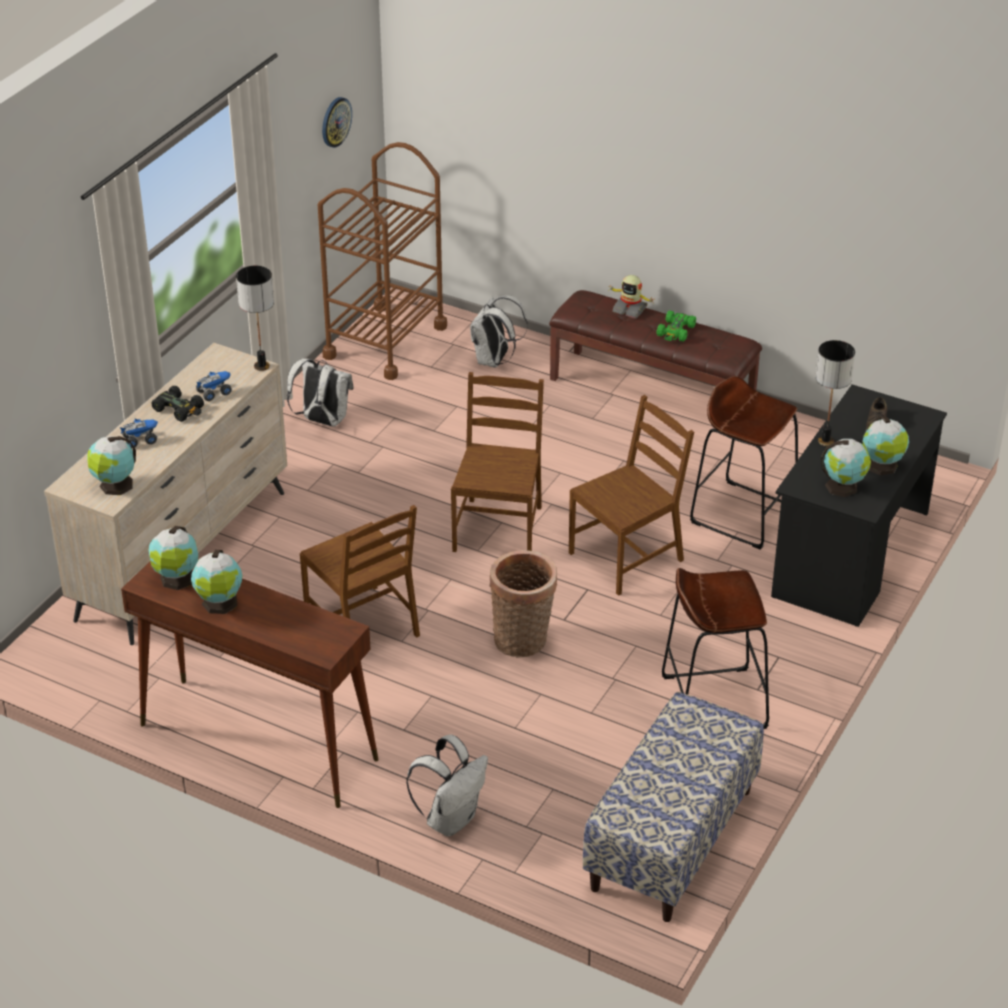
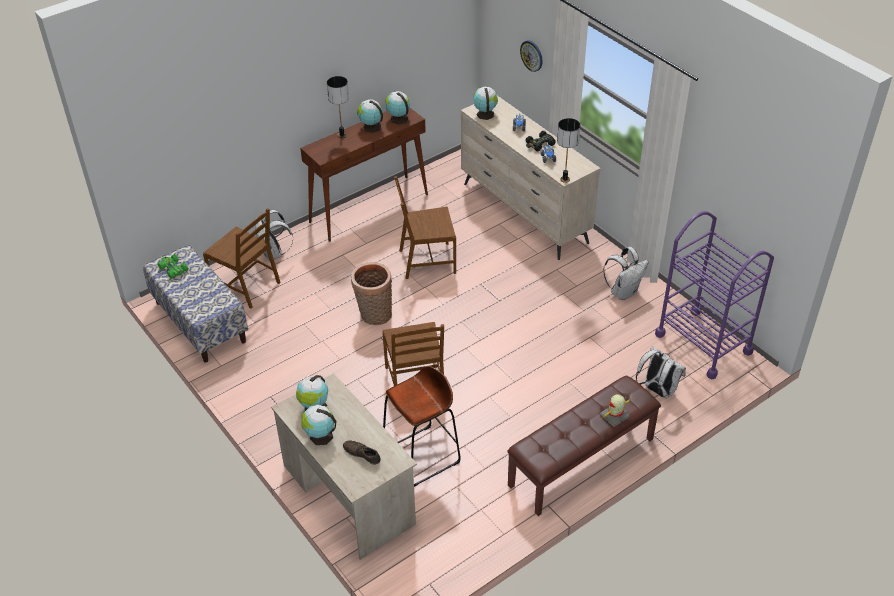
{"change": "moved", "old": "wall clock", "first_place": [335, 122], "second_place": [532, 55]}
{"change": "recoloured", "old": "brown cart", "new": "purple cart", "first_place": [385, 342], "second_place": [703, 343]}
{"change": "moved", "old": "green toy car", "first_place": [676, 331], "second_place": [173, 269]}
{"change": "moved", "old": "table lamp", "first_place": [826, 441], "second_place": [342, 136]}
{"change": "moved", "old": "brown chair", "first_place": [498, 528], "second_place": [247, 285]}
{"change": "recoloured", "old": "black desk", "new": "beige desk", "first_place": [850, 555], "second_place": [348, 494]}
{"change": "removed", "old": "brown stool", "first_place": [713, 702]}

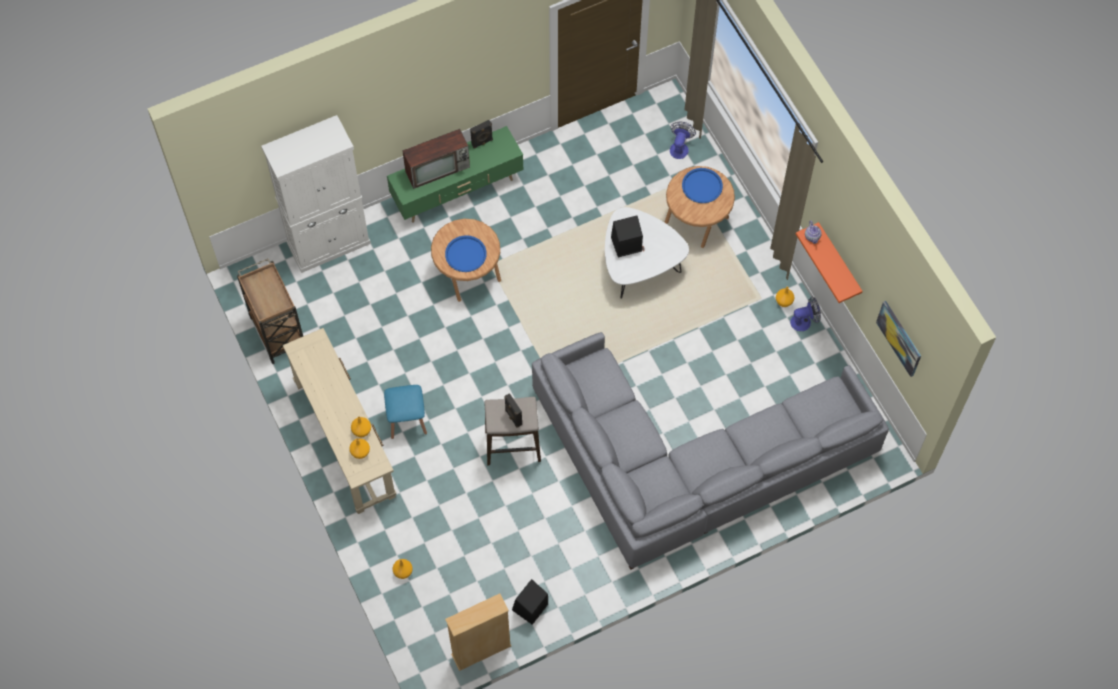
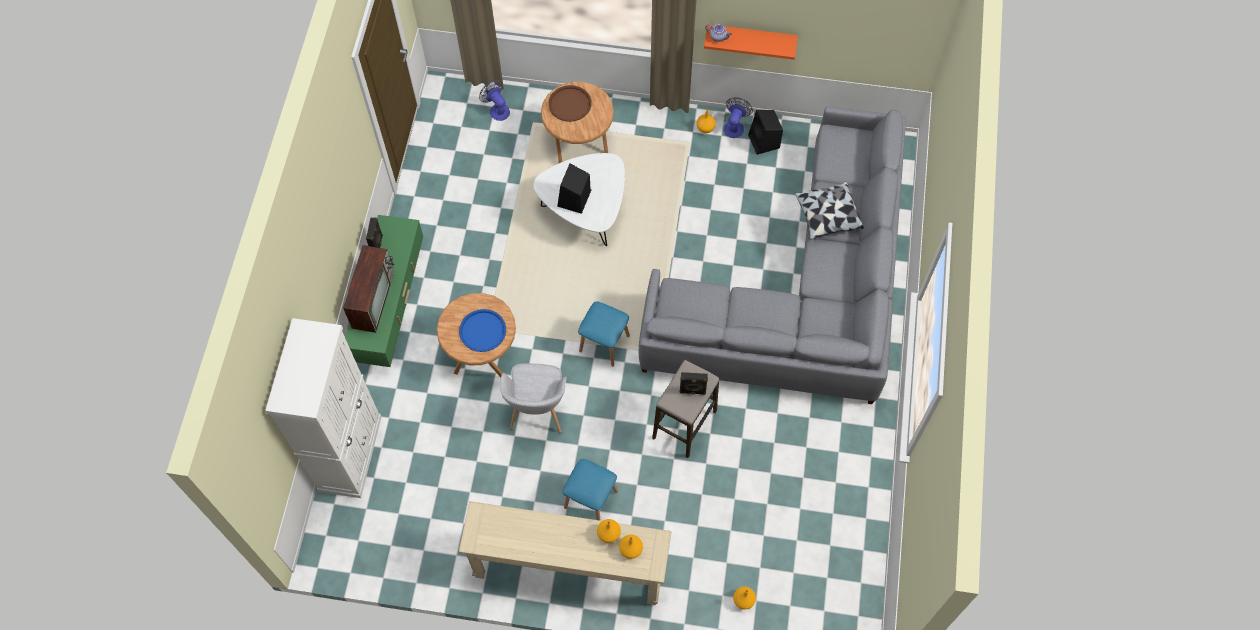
{"change": "recoloured", "old": "blue tray", "new": "brown tray", "first_place": [702, 186], "second_place": [570, 104]}
{"change": "removed", "old": "brown cart", "first_place": [277, 331]}
{"change": "removed", "old": "picture", "first_place": [899, 338]}
{"change": "moved", "old": "black speaker", "first_place": [529, 608], "second_place": [764, 142]}
{"change": "removed", "old": "beige bookcase", "first_place": [481, 650]}
{"change": "added", "new": "pillow", "second_place": [827, 216]}
{"change": "added", "new": "blue stool", "second_place": [604, 343]}
{"change": "added", "new": "grey armchair", "second_place": [537, 412]}

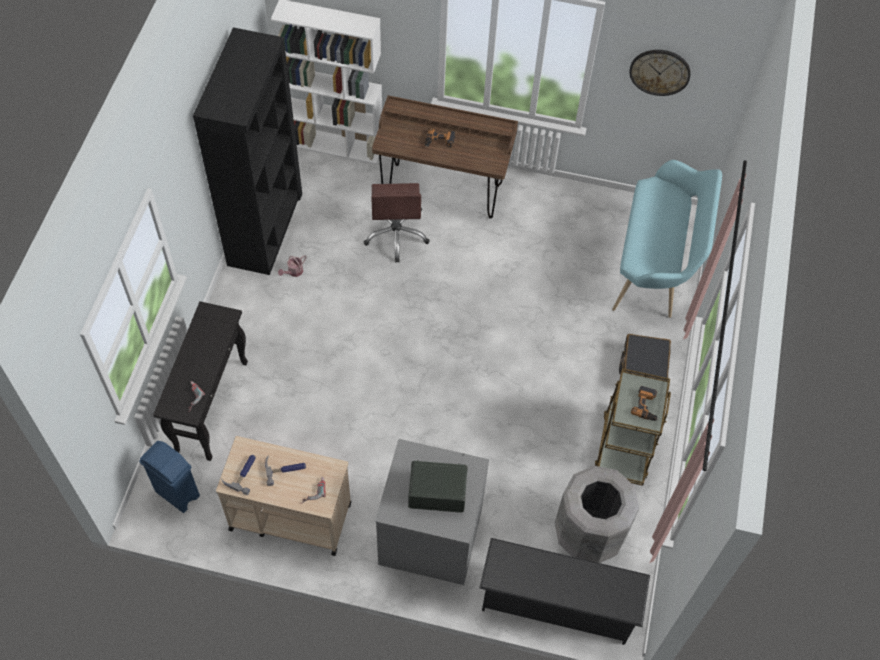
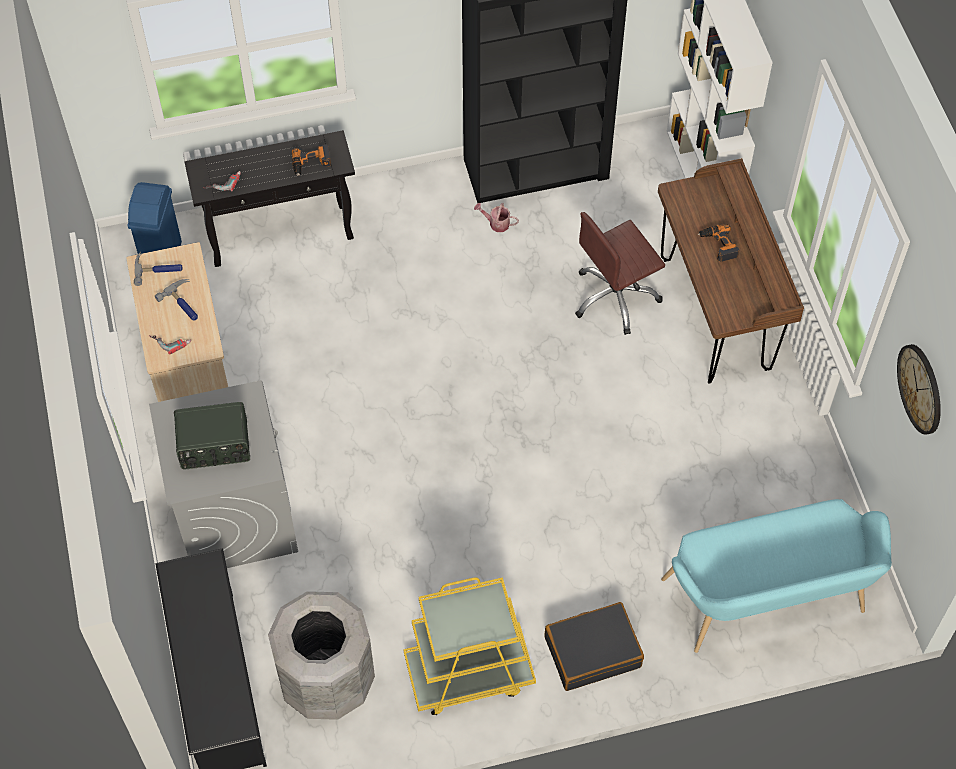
{"change": "recoloured", "old": "brown cart", "new": "yellow cart", "first_place": [624, 446], "second_place": [468, 673]}
{"change": "moved", "old": "power drill", "first_place": [646, 406], "second_place": [311, 163]}
{"change": "turned", "old": "radio", "first_place": [437, 491], "second_place": [214, 446], "degrees": 105}

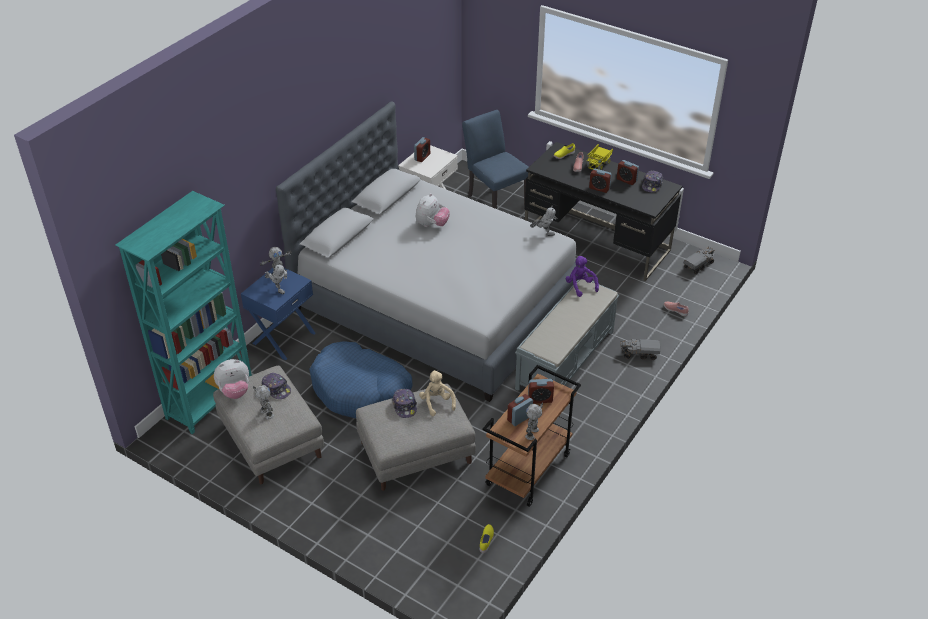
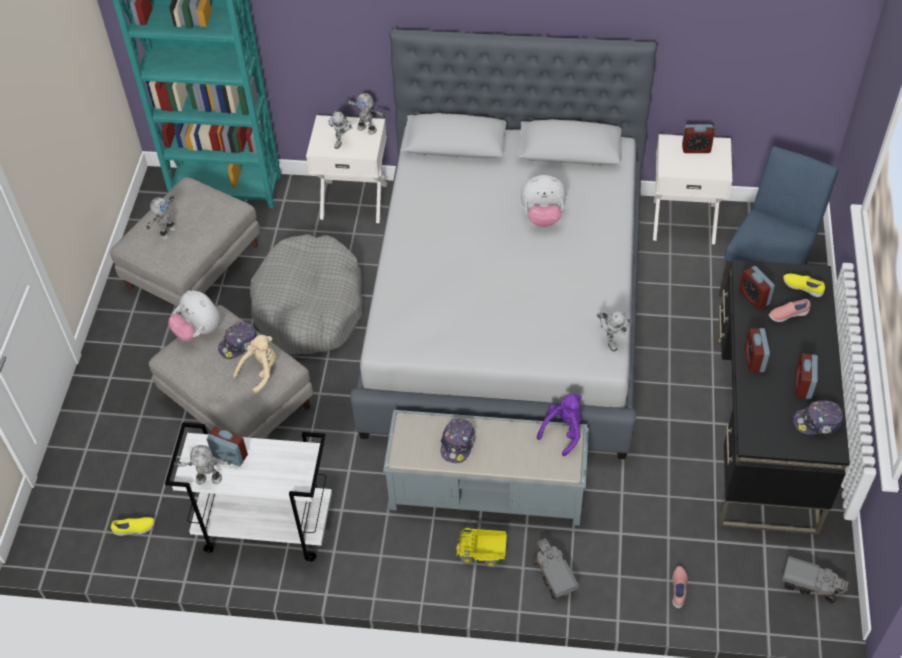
{"change": "moved", "old": "toy truck", "first_place": [598, 164], "second_place": [483, 553]}
{"change": "recoloured", "old": "blue nightstand", "new": "white nightstand", "first_place": [283, 338], "second_place": [354, 200]}
{"change": "recoloured", "old": "blue dog bed", "new": "grey dog bed", "first_place": [361, 390], "second_place": [310, 307]}
{"change": "moved", "old": "plush toy", "first_place": [235, 391], "second_place": [198, 331]}
{"change": "recoloured", "old": "brown cart", "new": "white cart", "first_place": [528, 471], "second_place": [264, 528]}
{"change": "moved", "old": "cap", "first_place": [276, 389], "second_place": [458, 444]}
{"change": "moved", "old": "alarm clock", "first_place": [540, 399], "second_place": [754, 297]}

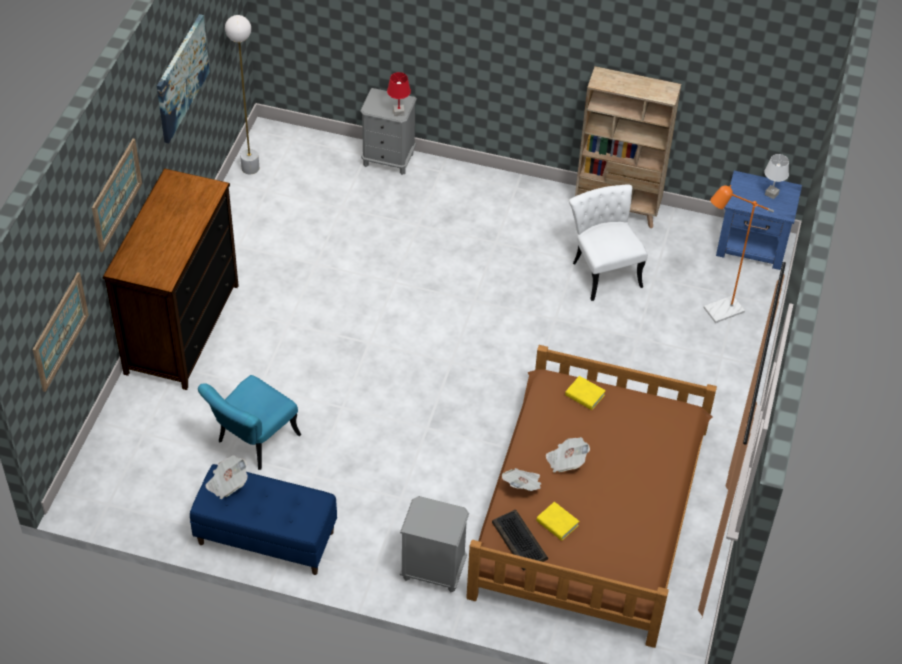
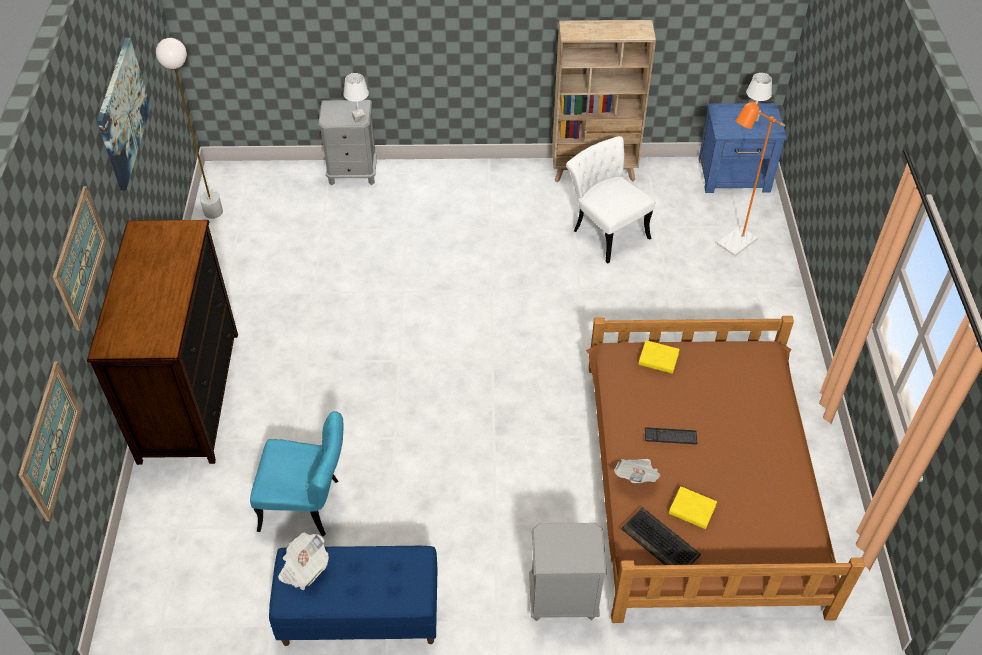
{"change": "recoloured", "old": "red table lamp", "new": "white table lamp", "first_place": [399, 112], "second_place": [359, 118]}
{"change": "turned", "old": "turquoise chair", "first_place": [252, 443], "second_place": [308, 505], "degrees": -105}
{"change": "replaced", "old": "newspaper", "new": "keyboard", "first_place": [566, 461], "second_place": [670, 436]}

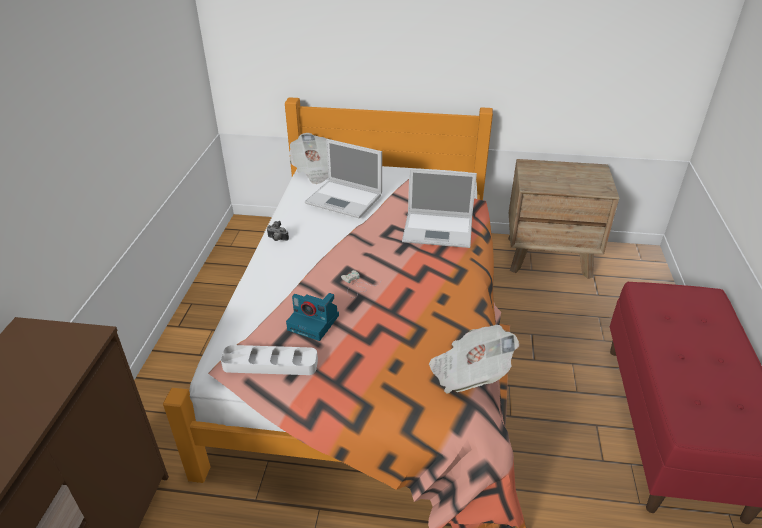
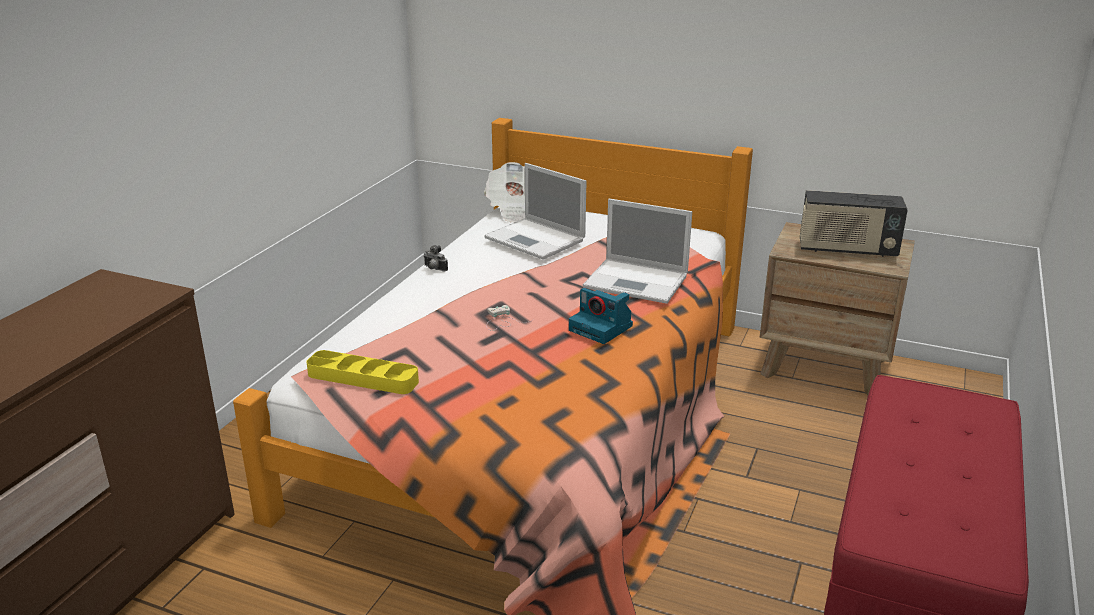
{"change": "moved", "old": "photo camera", "first_place": [314, 322], "second_place": [602, 328]}
{"change": "removed", "old": "newspaper", "first_place": [469, 373]}
{"change": "recoloured", "old": "white tray", "new": "yellow tray", "first_place": [270, 364], "second_place": [363, 378]}
{"change": "added", "new": "radio", "second_place": [846, 250]}

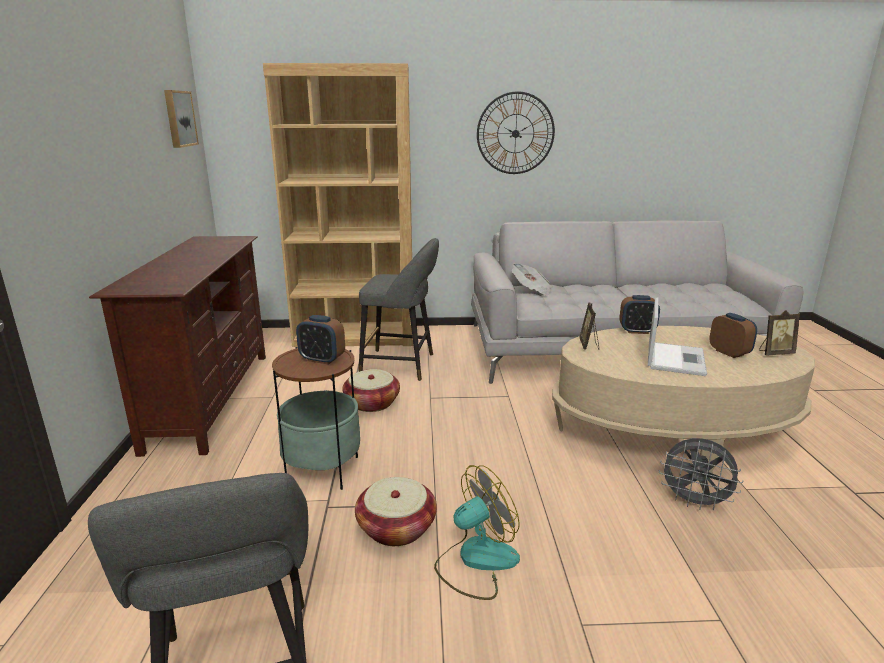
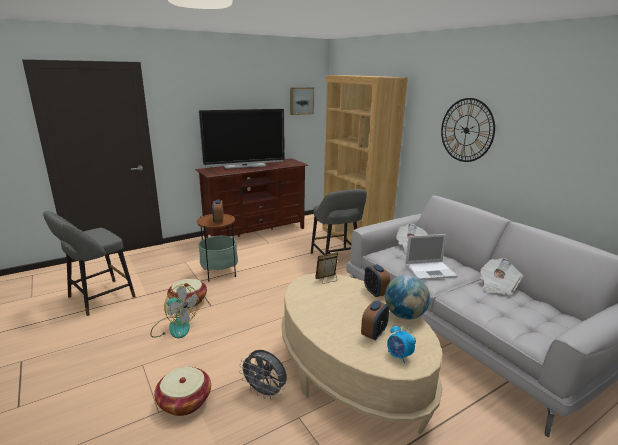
{"change": "moved", "old": "laptop", "first_place": [675, 358], "second_place": [431, 270]}
{"change": "replaced", "old": "picture frame", "new": "alarm clock", "first_place": [774, 353], "second_place": [399, 356]}
{"change": "moved", "old": "basket", "first_place": [372, 403], "second_place": [184, 401]}
{"change": "turned", "old": "grey fan", "first_place": [694, 502], "second_place": [265, 392], "degrees": -60}
{"change": "added", "new": "television", "second_place": [244, 166]}
{"change": "added", "new": "newspaper", "second_place": [497, 286]}
{"change": "added", "new": "globe", "second_place": [404, 315]}

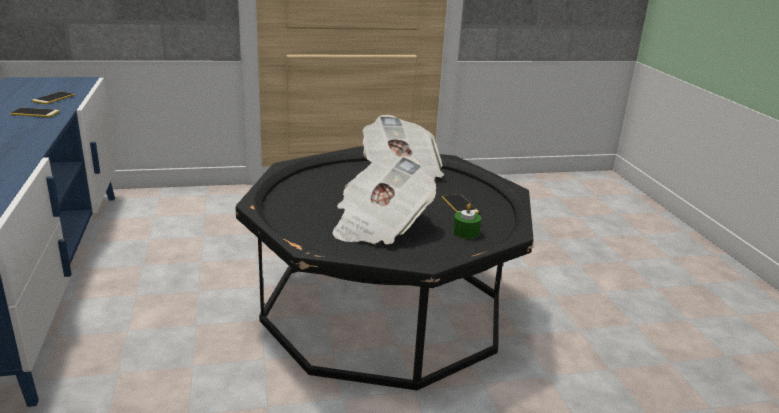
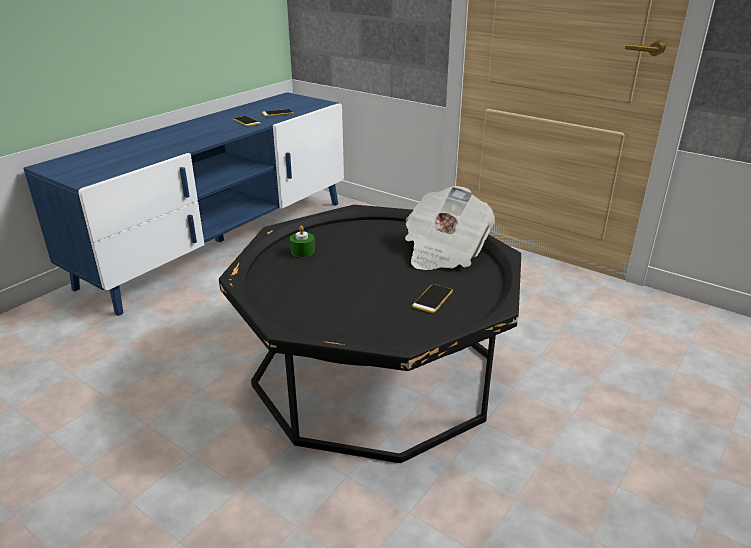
{"change": "removed", "old": "newspaper", "first_place": [379, 226]}
{"change": "moved", "old": "green candle", "first_place": [466, 232], "second_place": [302, 251]}

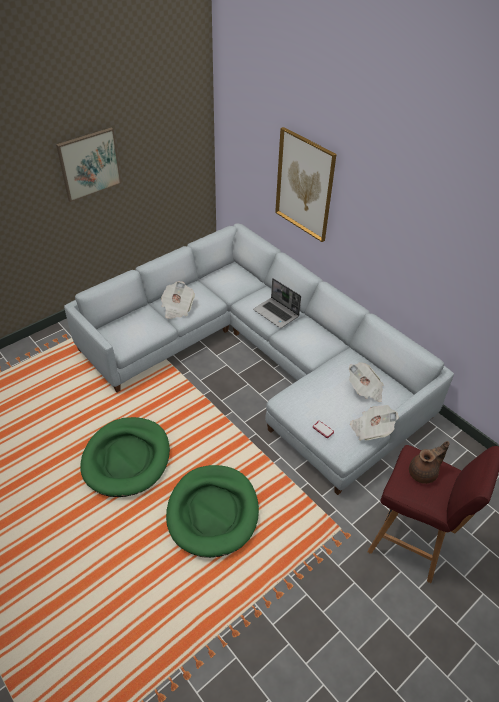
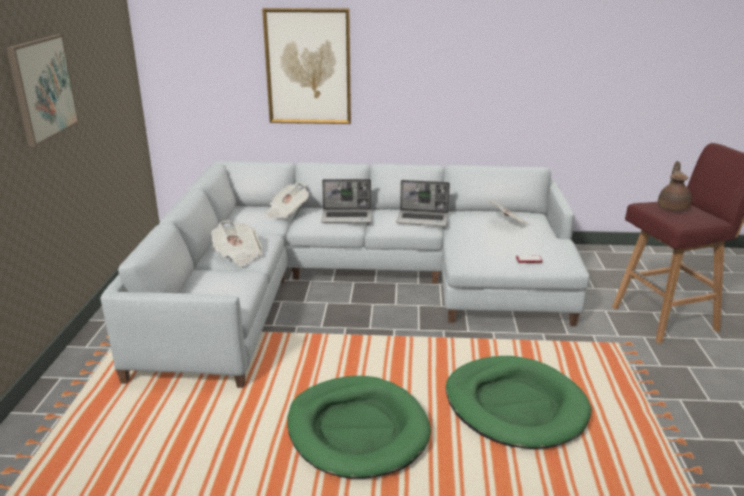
{"change": "moved", "old": "newspaper", "first_place": [371, 429], "second_place": [286, 212]}
{"change": "added", "new": "laptop", "second_place": [423, 219]}

